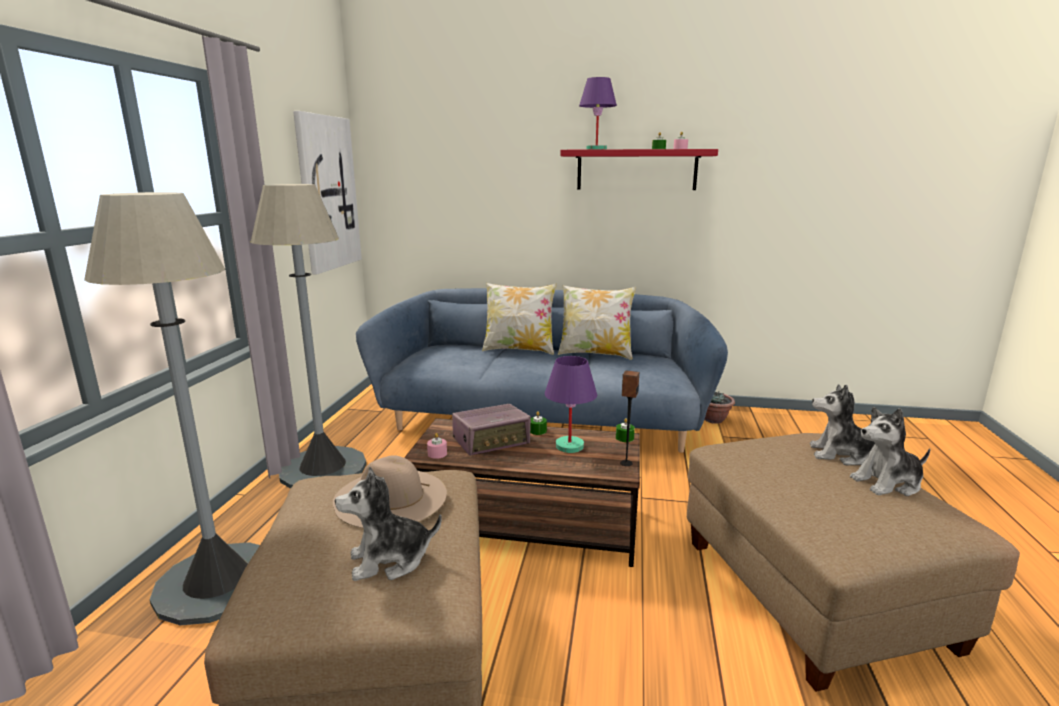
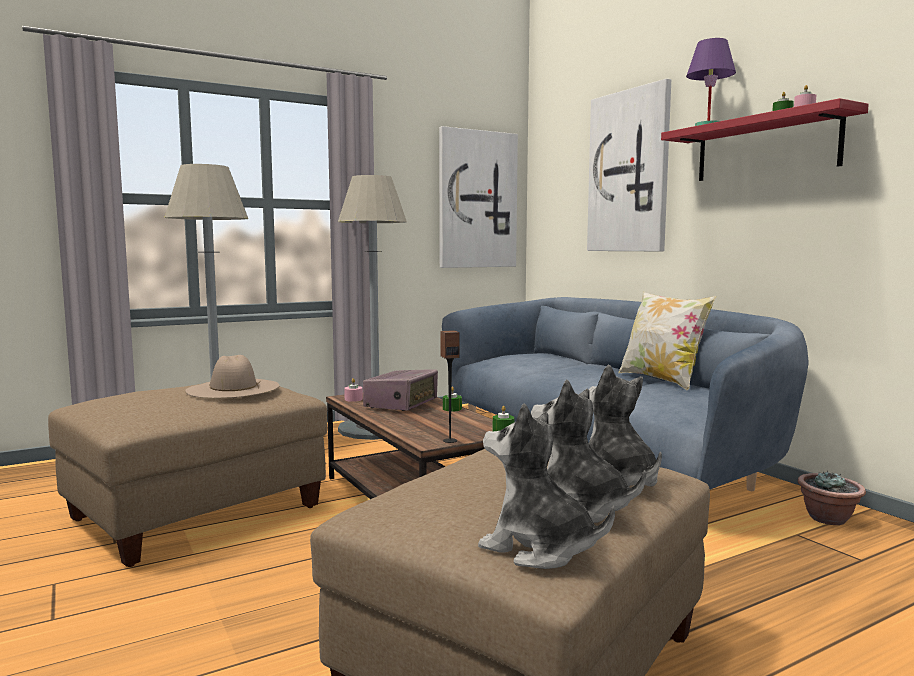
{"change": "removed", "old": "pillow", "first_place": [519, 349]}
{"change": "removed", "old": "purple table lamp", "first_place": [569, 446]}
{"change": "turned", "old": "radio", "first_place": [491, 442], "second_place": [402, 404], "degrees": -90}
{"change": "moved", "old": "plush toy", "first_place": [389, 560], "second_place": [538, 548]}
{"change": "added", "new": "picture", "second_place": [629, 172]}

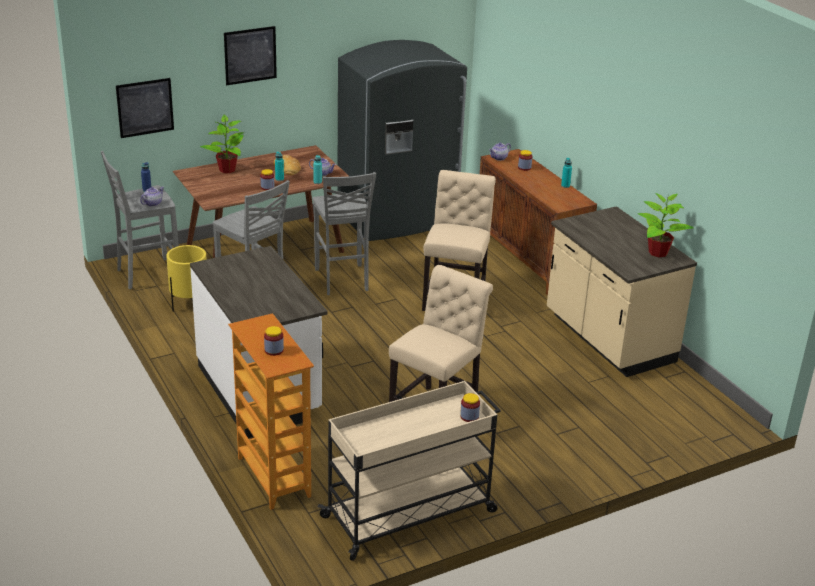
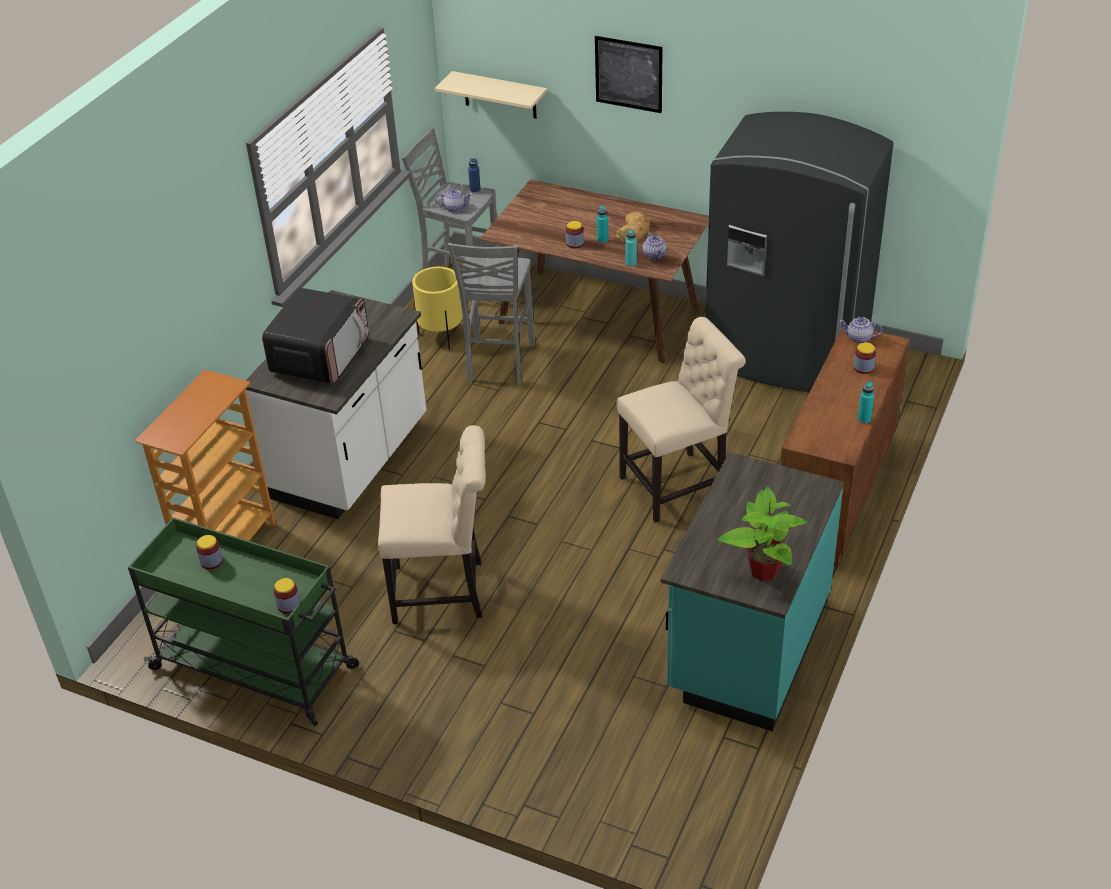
{"change": "replaced", "old": "picture", "new": "beige shelf", "first_place": [145, 107], "second_place": [500, 95]}
{"change": "removed", "old": "potted plant", "first_place": [227, 170]}
{"change": "removed", "old": "grey stool", "first_place": [342, 280]}
{"change": "recoloured", "old": "beige counter", "new": "turquoise counter", "first_place": [608, 339], "second_place": [747, 646]}
{"change": "moved", "old": "jar", "first_place": [274, 350], "second_place": [211, 561]}
{"change": "recoloured", "old": "beige cart", "new": "green cart", "first_place": [411, 514], "second_place": [256, 668]}
{"change": "added", "new": "microwave", "second_place": [321, 356]}

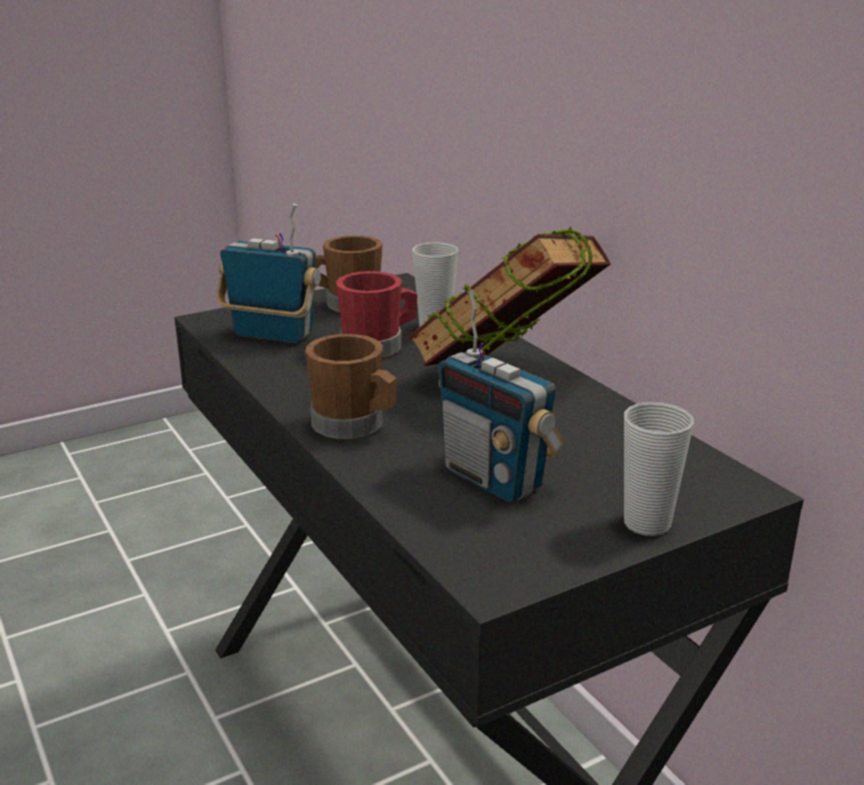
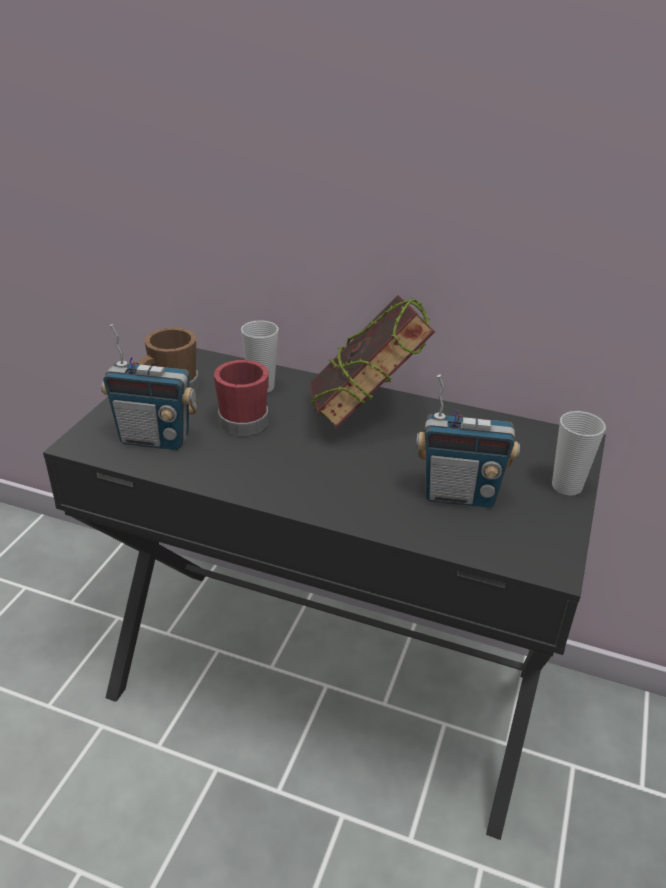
{"change": "turned", "old": "radio", "first_place": [273, 335], "second_place": [155, 439], "degrees": -150}
{"change": "removed", "old": "brown mug", "first_place": [354, 426]}

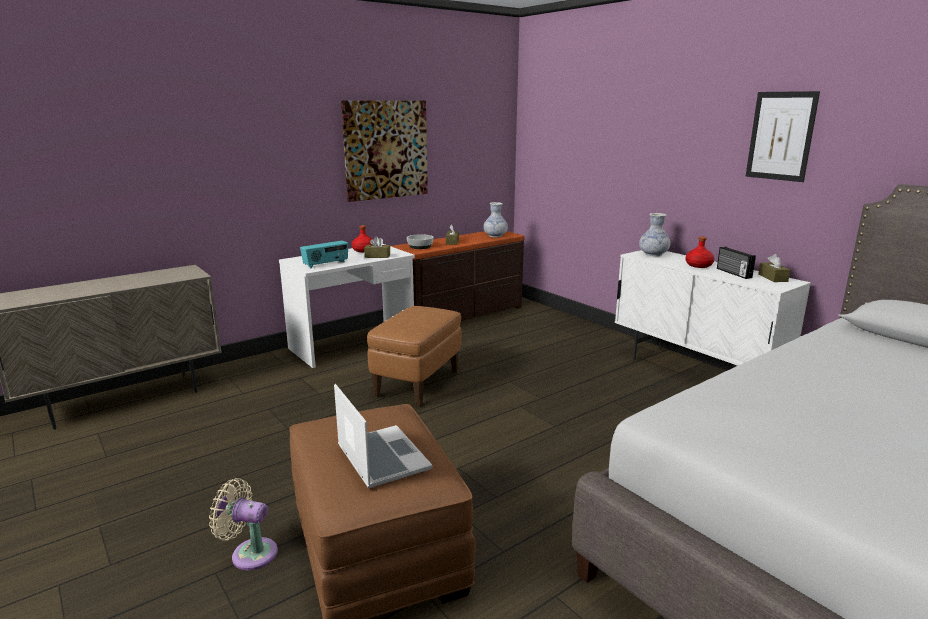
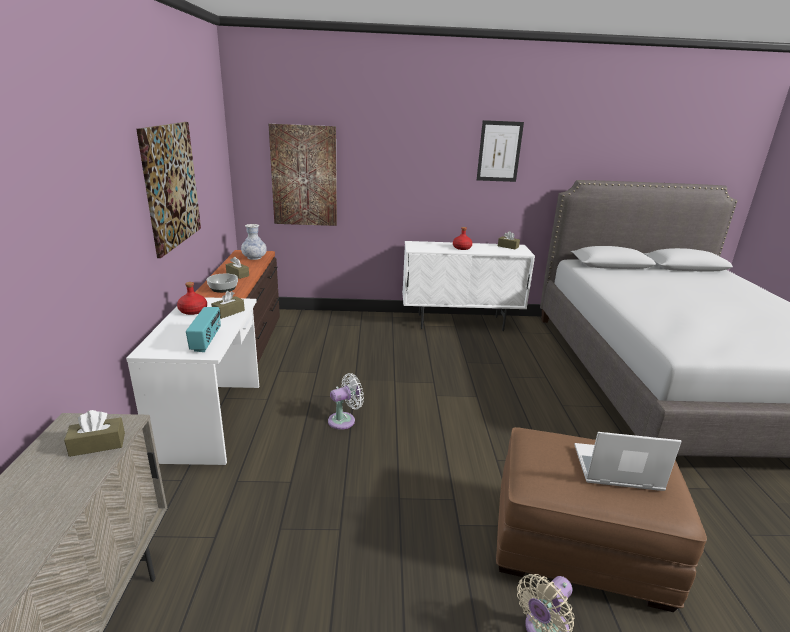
{"change": "removed", "old": "vase", "first_place": [653, 254]}
{"change": "removed", "old": "radio", "first_place": [733, 273]}
{"change": "replaced", "old": "brown ottoman", "new": "white fan", "first_place": [418, 383], "second_place": [344, 420]}
{"change": "added", "new": "picture", "second_place": [304, 176]}
{"change": "added", "new": "brown tissue box", "second_place": [97, 444]}

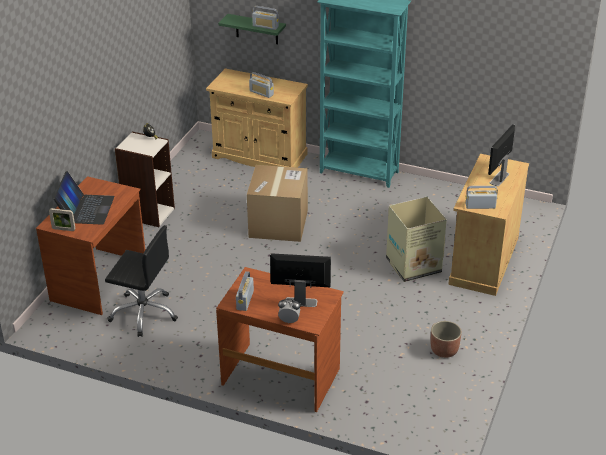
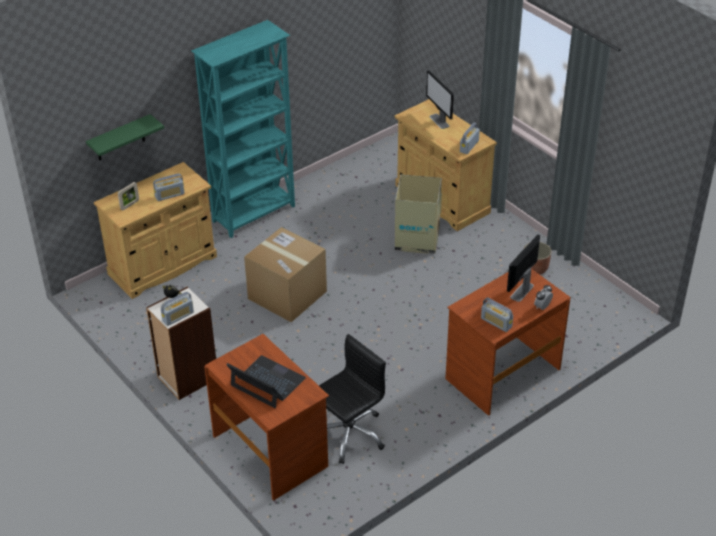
{"change": "moved", "old": "radio", "first_place": [265, 26], "second_place": [178, 316]}
{"change": "moved", "old": "picture frame", "first_place": [63, 229], "second_place": [130, 205]}

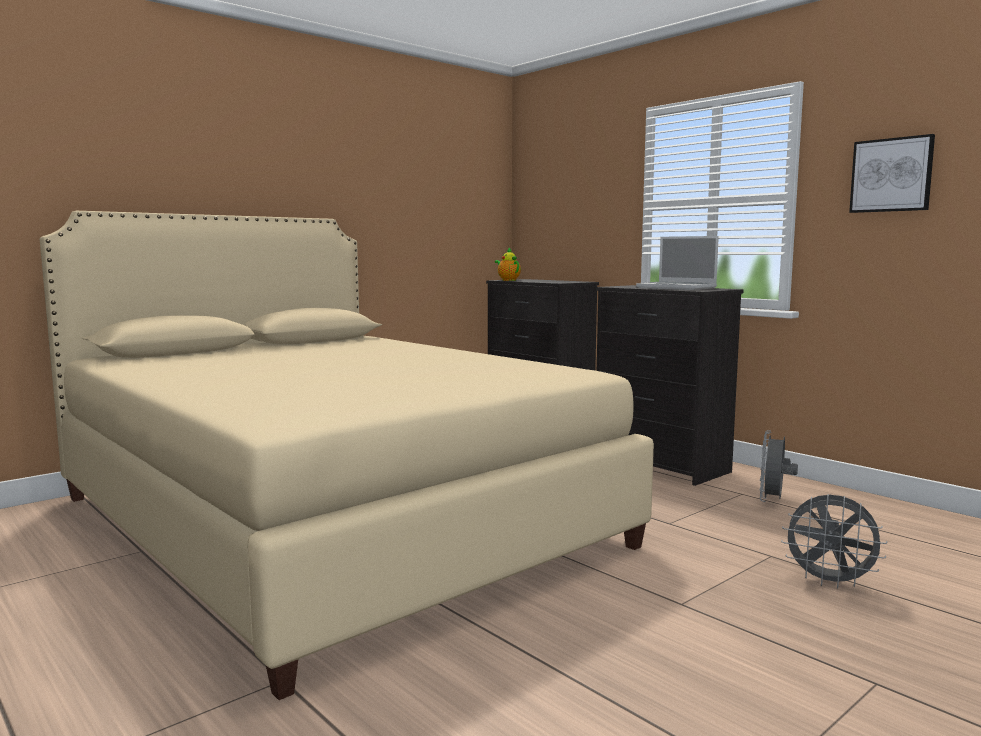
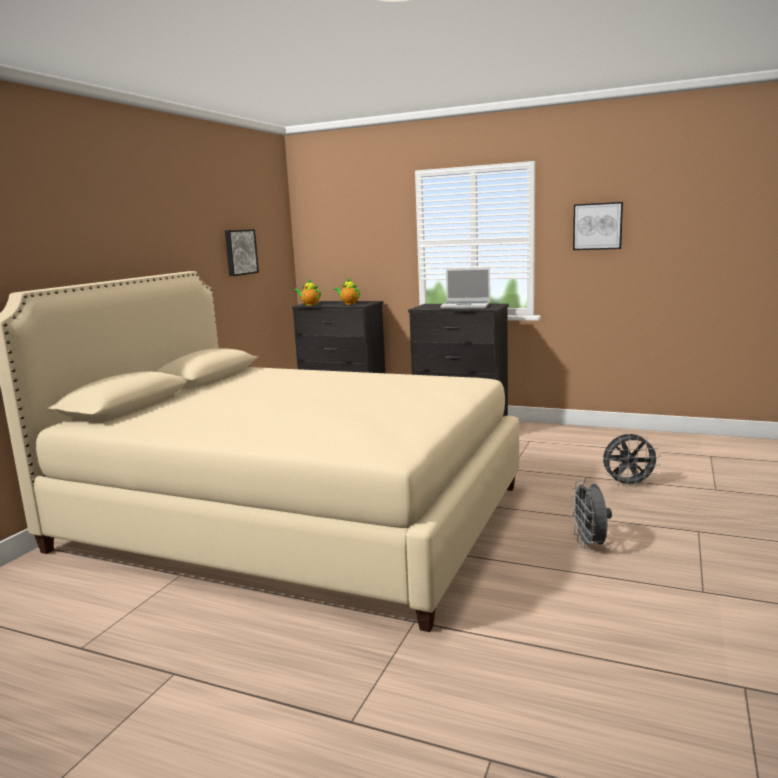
{"change": "moved", "old": "grey fan", "first_place": [773, 501], "second_place": [590, 545]}
{"change": "added", "new": "picture", "second_place": [240, 252]}
{"change": "added", "new": "teapot", "second_place": [349, 303]}

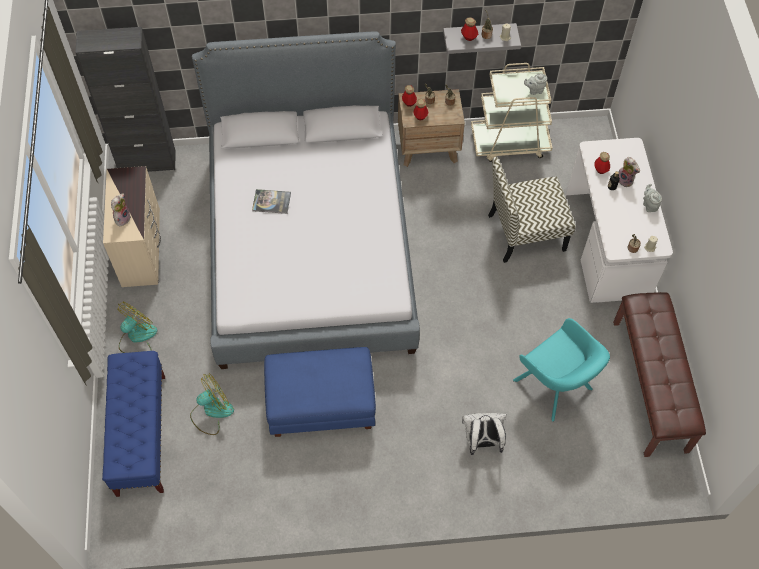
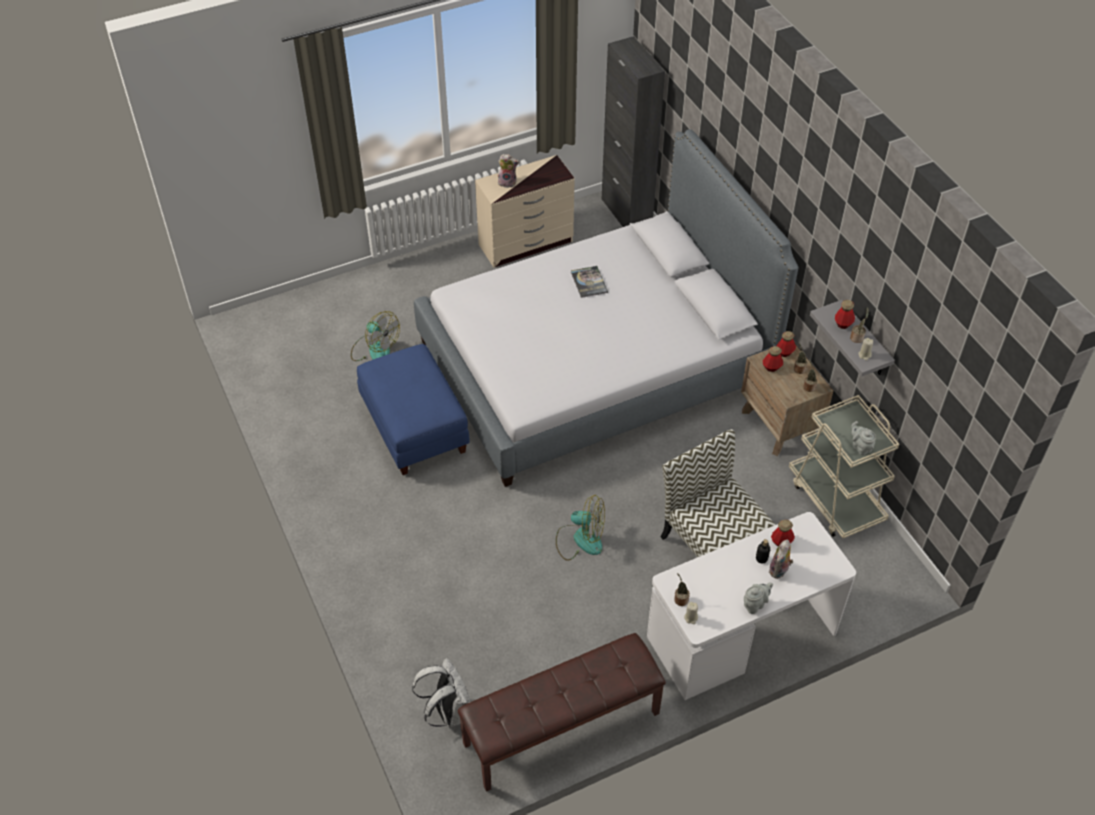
{"change": "moved", "old": "fan", "first_place": [137, 338], "second_place": [580, 539]}
{"change": "removed", "old": "turquoise armchair", "first_place": [555, 387]}
{"change": "removed", "old": "blue bench", "first_place": [141, 434]}
{"change": "moved", "old": "white backpack", "first_place": [482, 442], "second_place": [447, 711]}

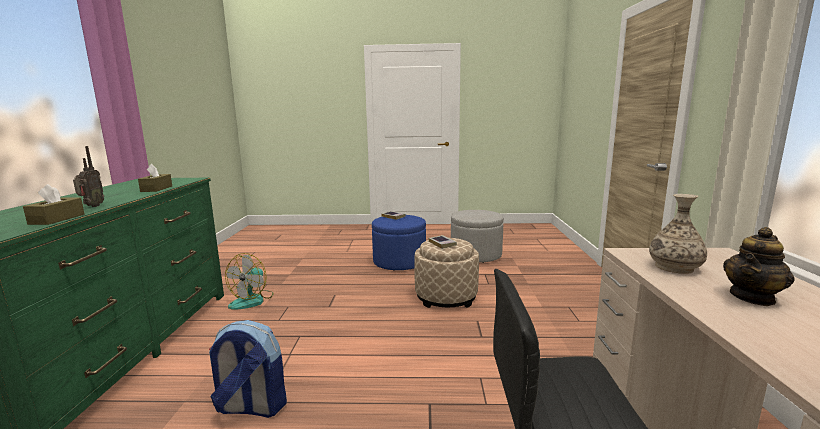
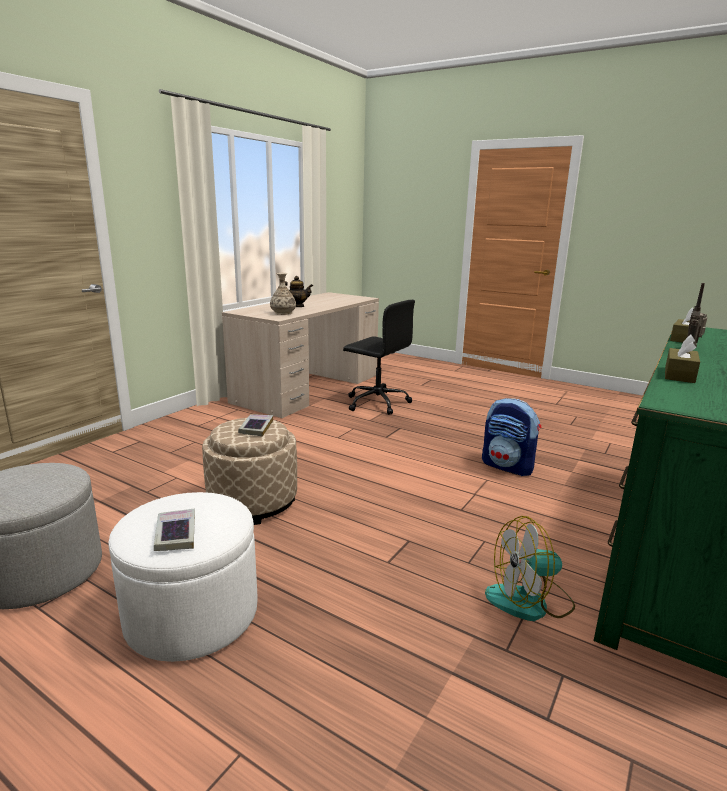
{"change": "recoloured", "old": "blue ottoman", "new": "white ottoman", "first_place": [399, 262], "second_place": [192, 614]}
{"change": "turned", "old": "fan", "first_place": [252, 300], "second_place": [530, 601], "degrees": -150}

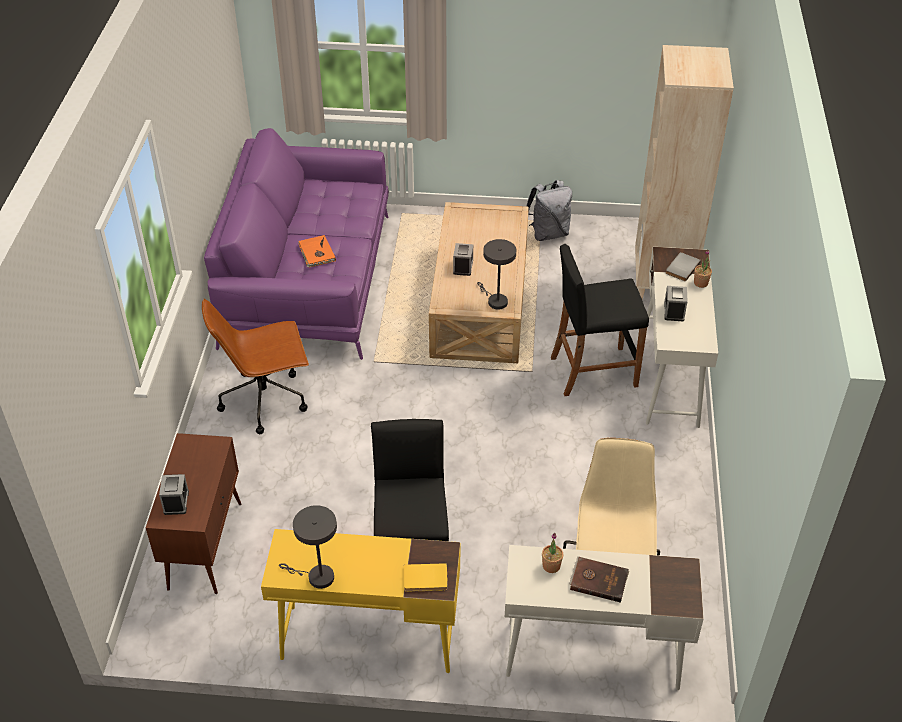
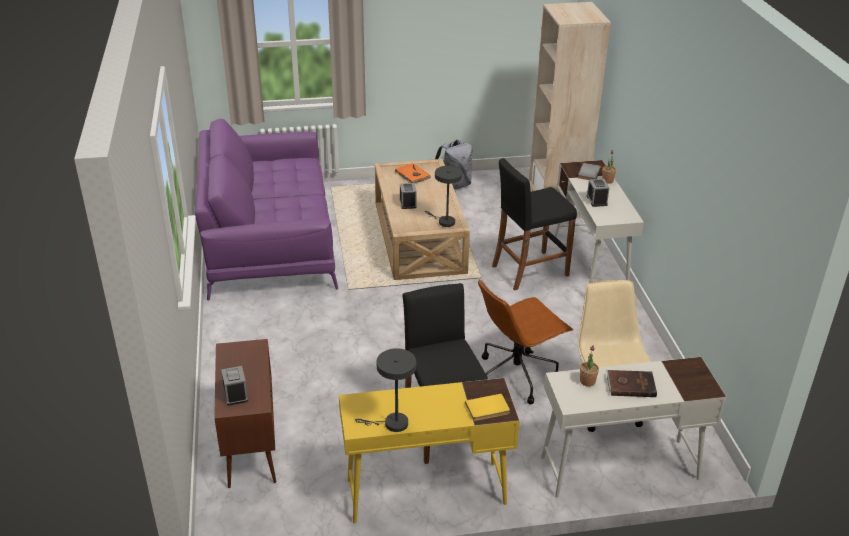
{"change": "moved", "old": "orange book", "first_place": [316, 253], "second_place": [412, 175]}
{"change": "moved", "old": "brown office chair", "first_place": [265, 399], "second_place": [517, 375]}

